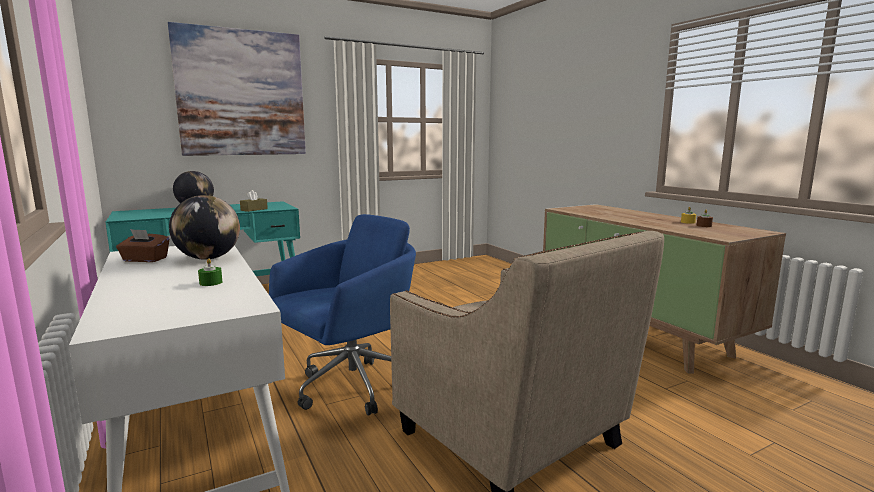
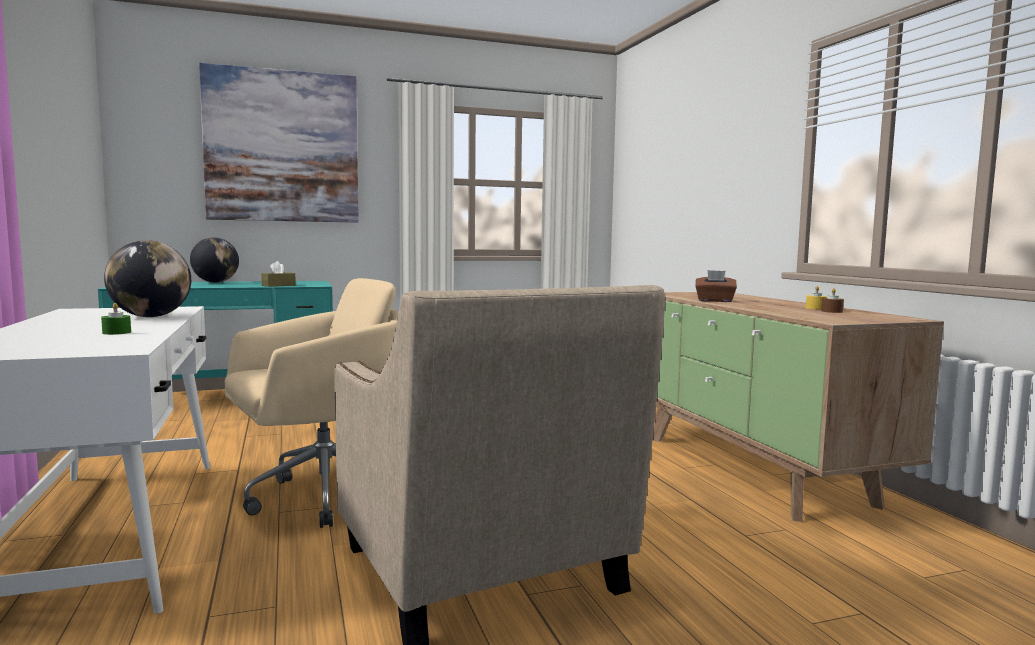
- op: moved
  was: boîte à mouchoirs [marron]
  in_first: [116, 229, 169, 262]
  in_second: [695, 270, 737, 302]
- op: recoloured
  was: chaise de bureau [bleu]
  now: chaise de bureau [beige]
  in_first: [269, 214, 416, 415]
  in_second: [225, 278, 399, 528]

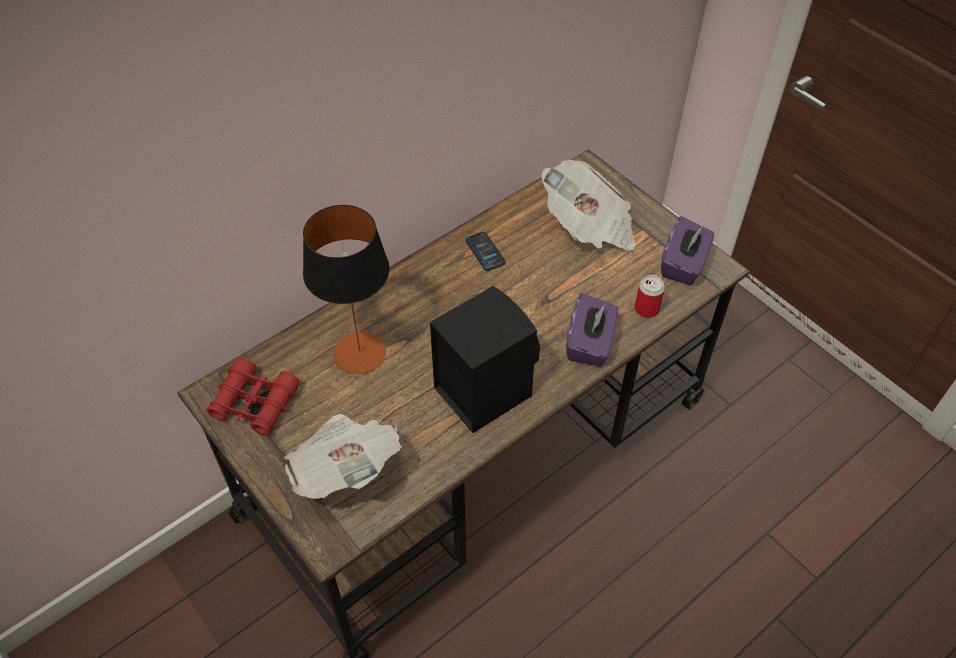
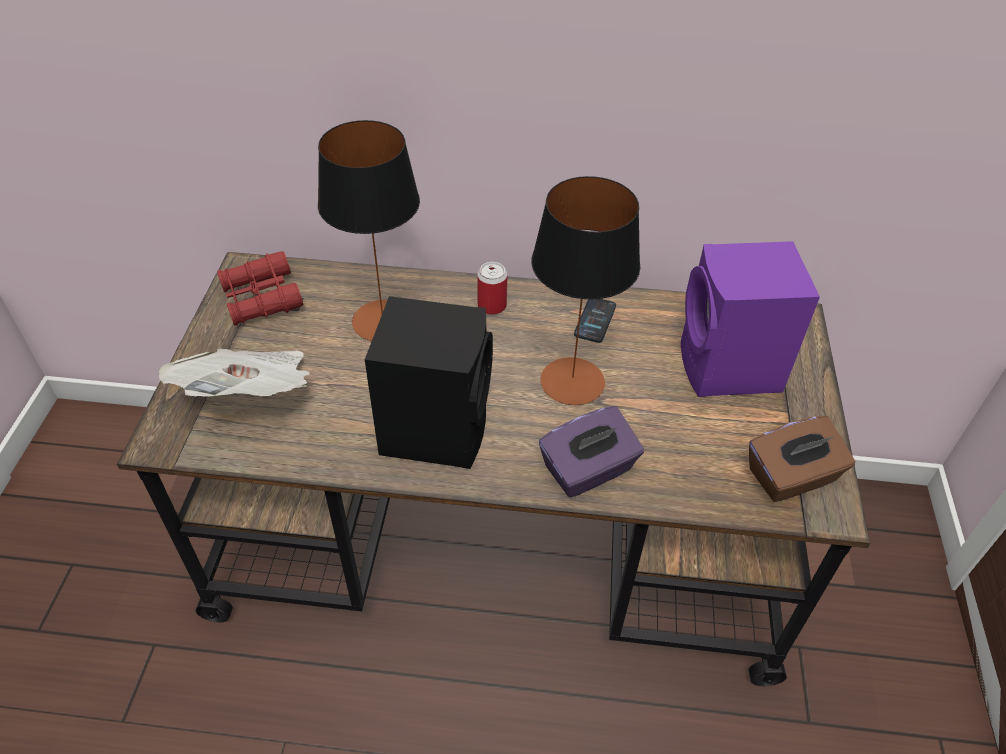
- op: added
  now: lampe de table
  in_second: [531, 176, 640, 405]
- op: moved
  was: boîte métallique
  in_first: [635, 275, 665, 318]
  in_second: [477, 262, 507, 315]
- op: replaced
  was: journal
  now: enceinte [violet]
  in_first: [541, 160, 635, 251]
  in_second: [681, 241, 820, 397]
- op: recoloured
  was: boîte à mouchoirs [violet]
  now: boîte à mouchoirs [marron]
  in_first: [661, 216, 714, 285]
  in_second: [749, 416, 855, 502]

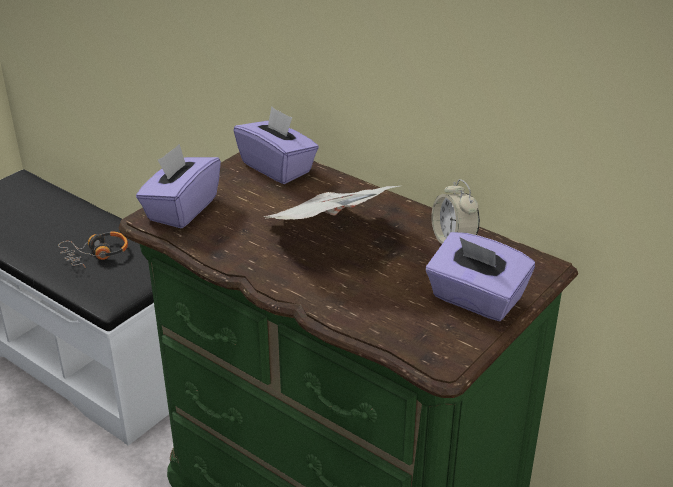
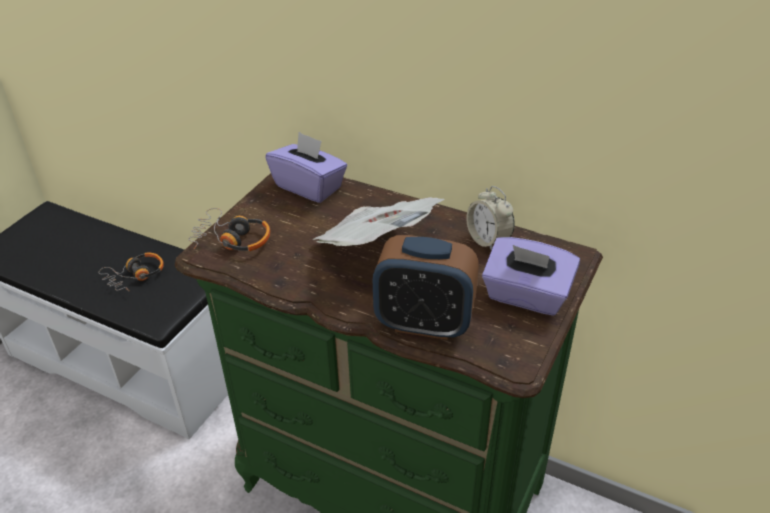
- op: added
  now: réveil
  in_second: [373, 235, 479, 340]
- op: replaced
  was: boîte à mouchoirs [violet]
  now: casque audio
  in_first: [136, 144, 221, 228]
  in_second: [189, 208, 270, 251]

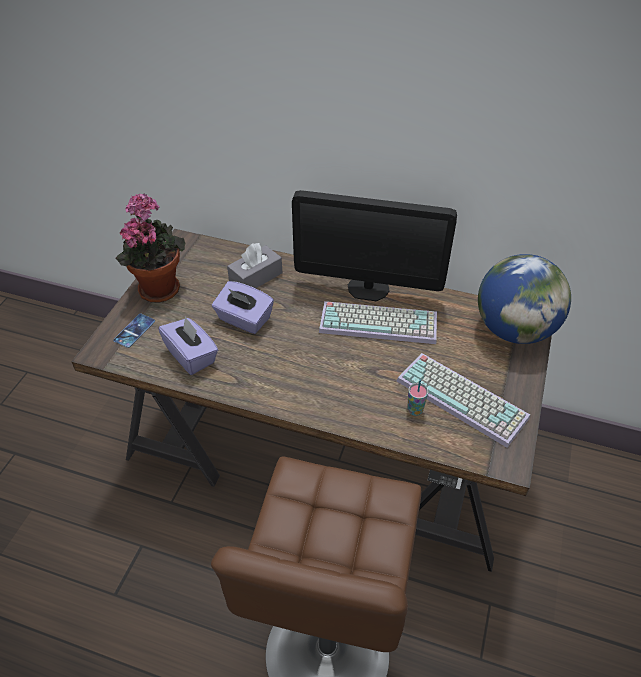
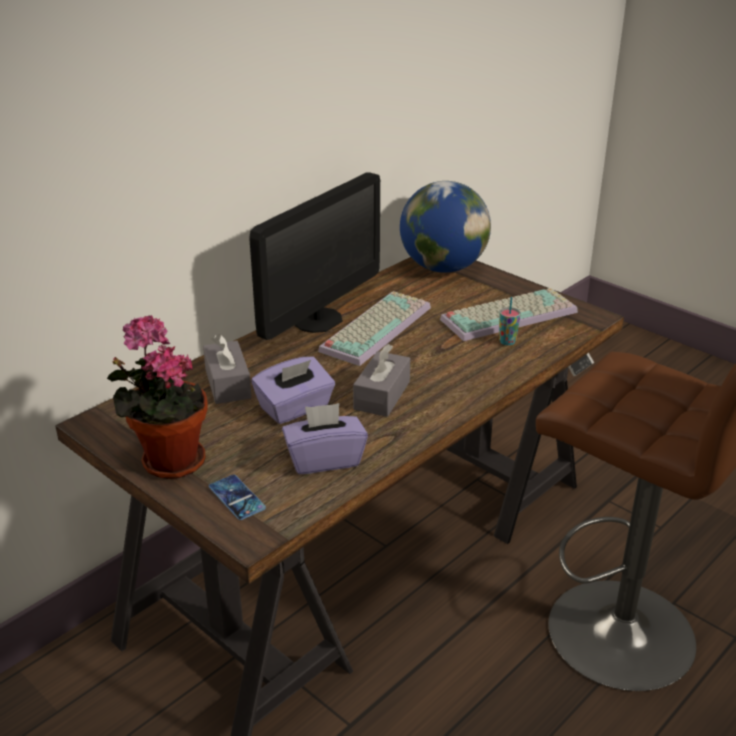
- op: added
  now: boîte à mouchoirs [gris]
  in_second: [353, 344, 410, 417]

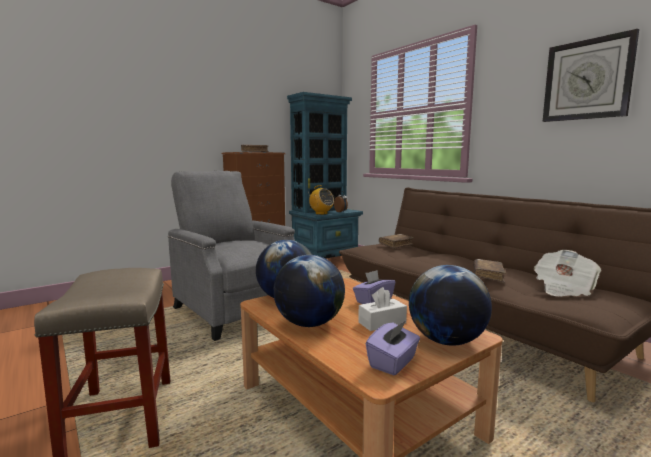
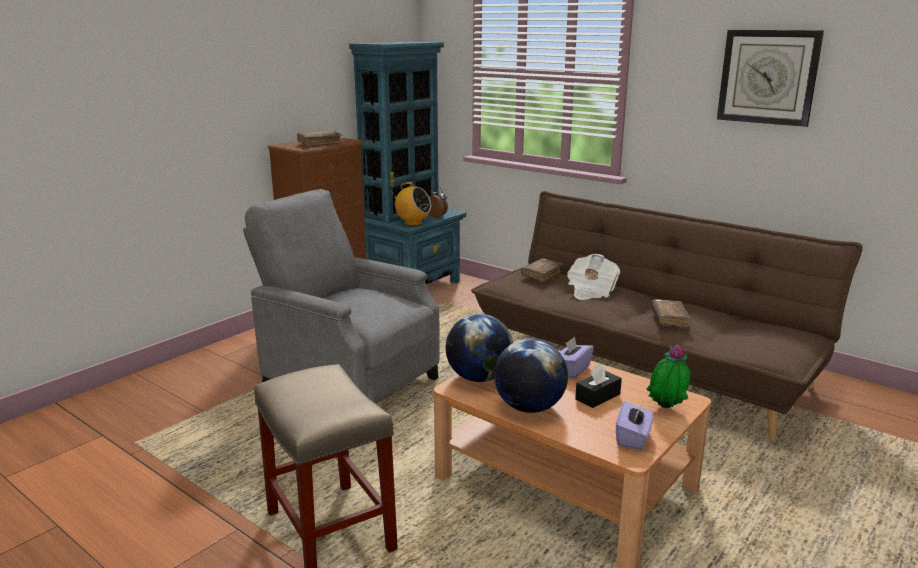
- op: moved
  was: journal
  in_first: [534, 250, 601, 296]
  in_second: [567, 254, 620, 300]
- op: replaced
  was: globe
  now: plante en pot
  in_first: [409, 265, 492, 346]
  in_second: [646, 344, 690, 408]
- op: recoloured
  was: boîte à mouchoirs [blanc]
  now: boîte à mouchoirs [noir]
  in_first: [358, 287, 407, 331]
  in_second: [575, 363, 622, 408]

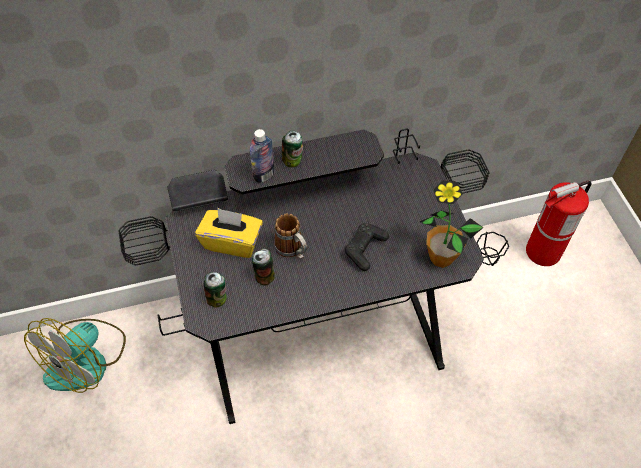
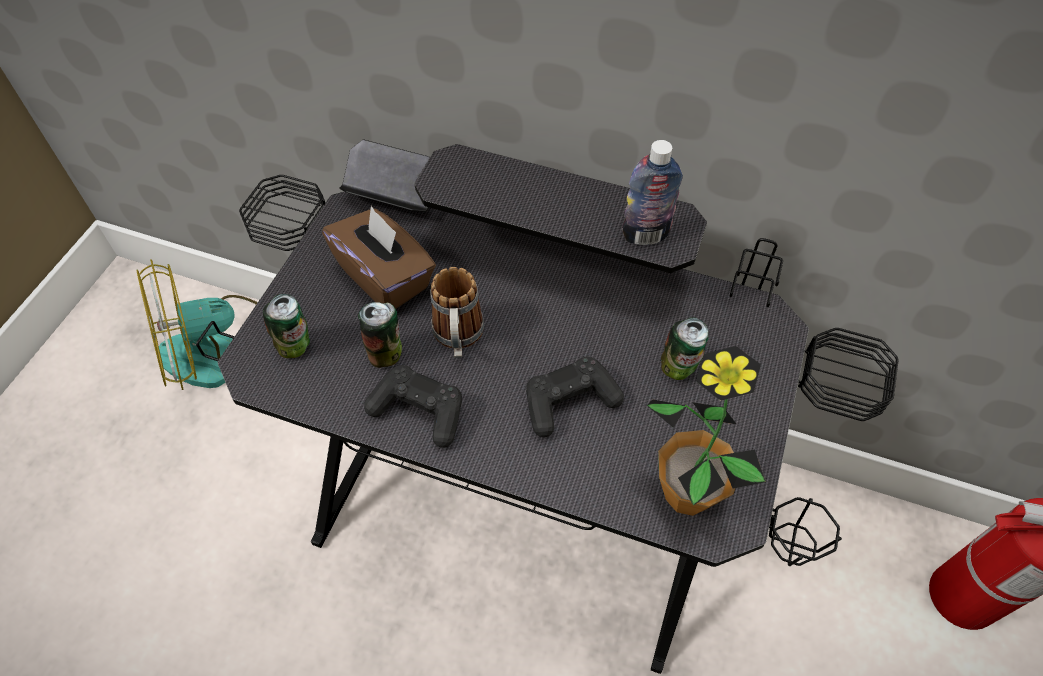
- op: added
  now: manette [noir]
  in_second: [364, 365, 462, 448]
- op: moved
  was: bouteille
  in_first: [250, 129, 275, 183]
  in_second: [622, 140, 683, 245]
- op: moved
  was: boîte métallique
  in_first: [282, 131, 303, 167]
  in_second: [661, 317, 708, 380]
- op: recoloured
  was: boîte à mouchoirs [jaune]
  now: boîte à mouchoirs [marron]
  in_first: [195, 208, 263, 258]
  in_second: [322, 206, 436, 309]

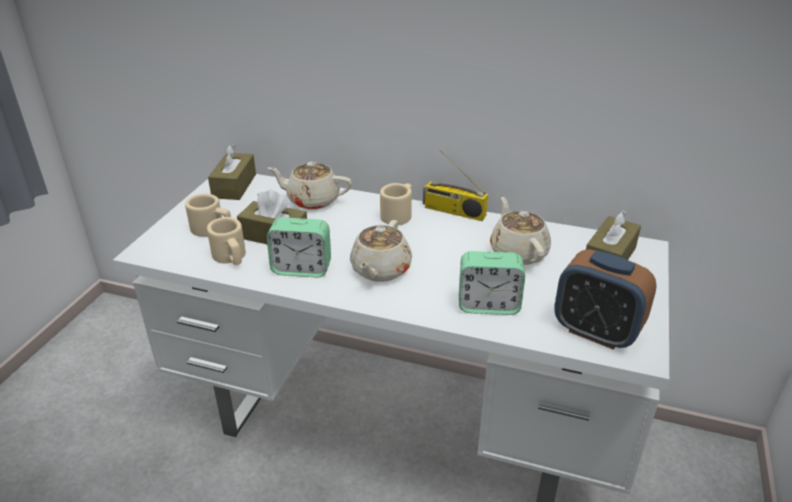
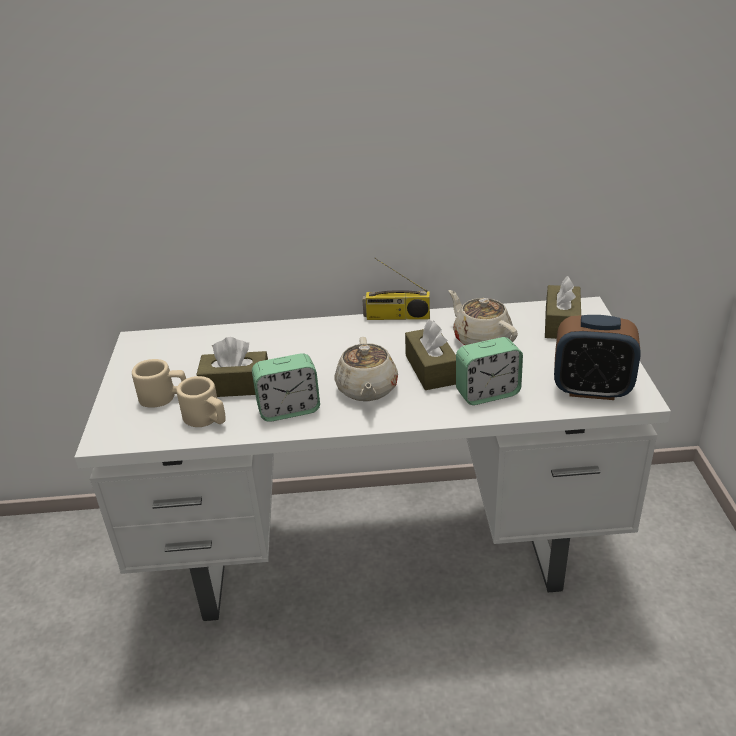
- op: removed
  was: théière [beige]
  in_first: [268, 162, 352, 209]
- op: removed
  was: mug [beige]
  in_first: [380, 183, 412, 225]
- op: moved
  was: boîte à mouchoirs [marron]
  in_first: [208, 143, 256, 200]
  in_second: [405, 320, 456, 390]

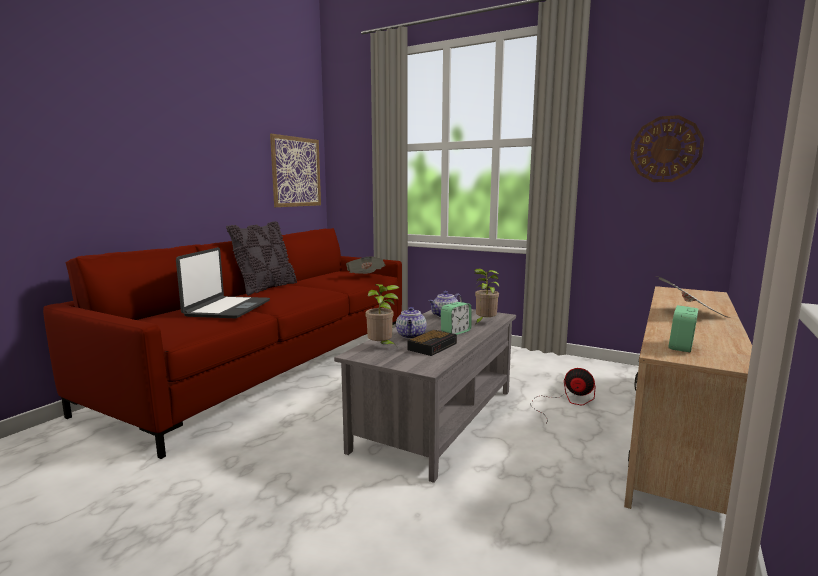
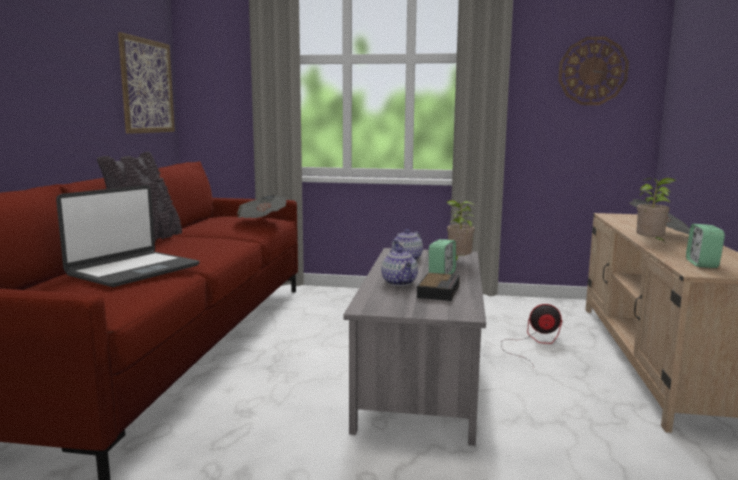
- op: moved
  was: plante en pot
  in_first: [365, 284, 399, 348]
  in_second: [637, 178, 676, 242]
- op: turned
  was: ordinateur portable
  in_first: [176, 247, 270, 318]
  in_second: [56, 185, 200, 287]
  clockwise: 45

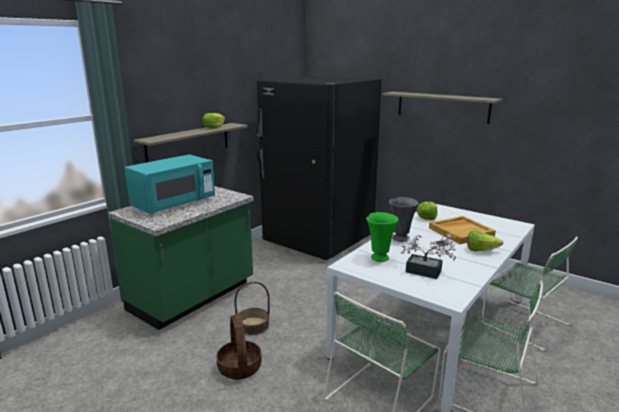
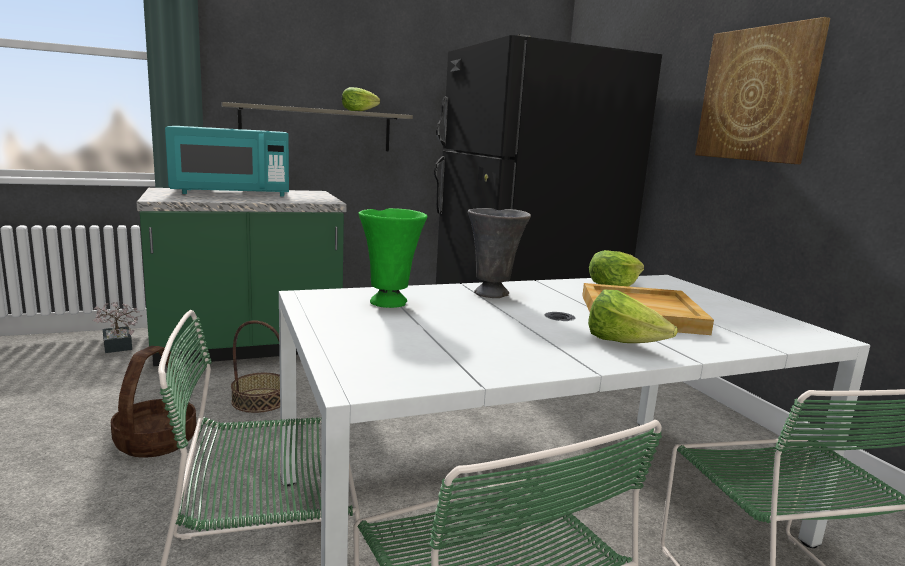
- op: moved
  was: plante en pot
  in_first: [401, 233, 456, 279]
  in_second: [93, 302, 142, 353]
- op: replaced
  was: étagère
  now: tableau
  in_first: [382, 92, 503, 124]
  in_second: [695, 17, 830, 164]

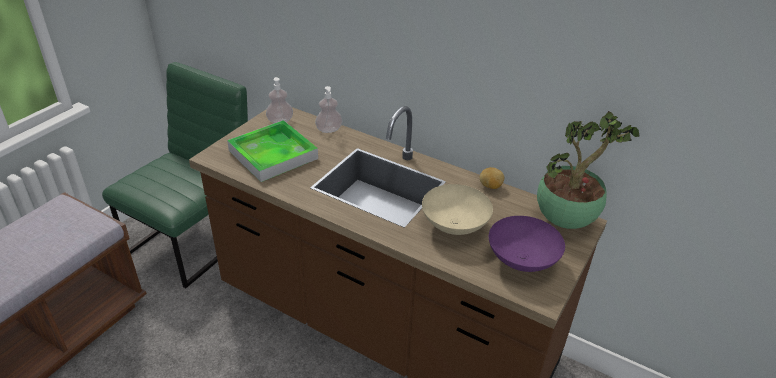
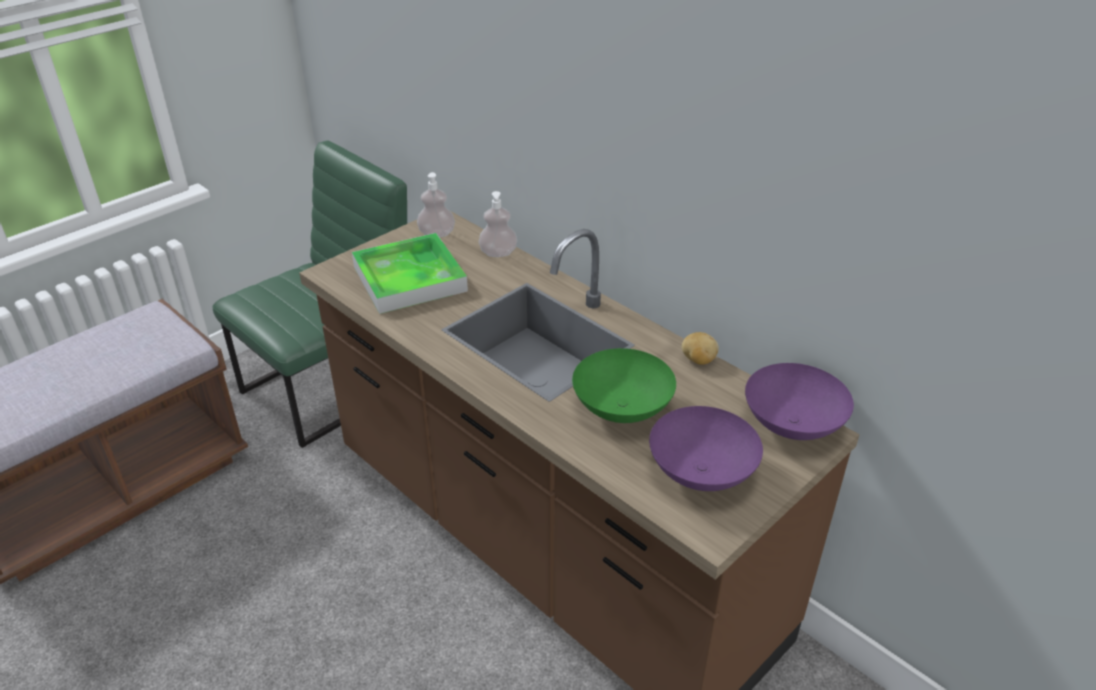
- op: replaced
  was: plante en pot
  now: bol [violet]
  in_first: [537, 111, 640, 229]
  in_second: [745, 363, 854, 440]
- op: recoloured
  was: bol [beige]
  now: bol [vert]
  in_first: [422, 184, 493, 235]
  in_second: [572, 348, 676, 423]

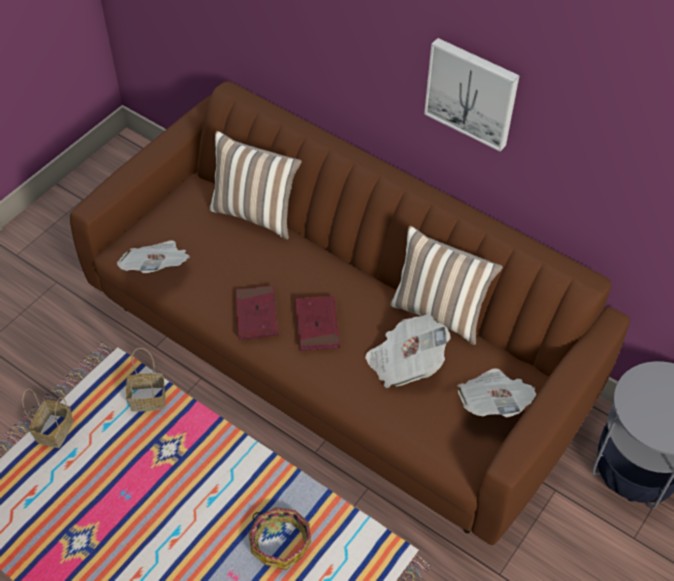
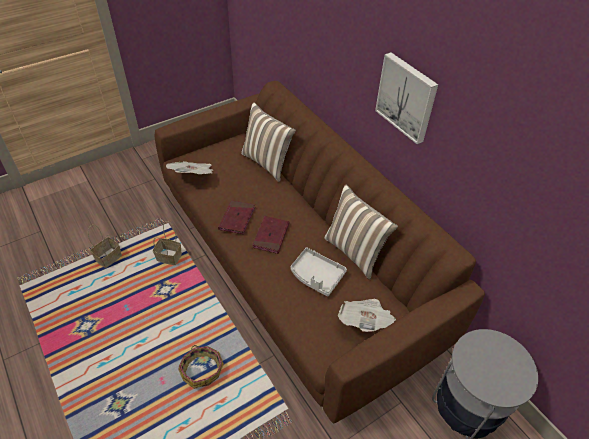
- op: replaced
  was: journal
  now: plateau [gris]
  in_first: [365, 314, 451, 388]
  in_second: [290, 247, 347, 297]

